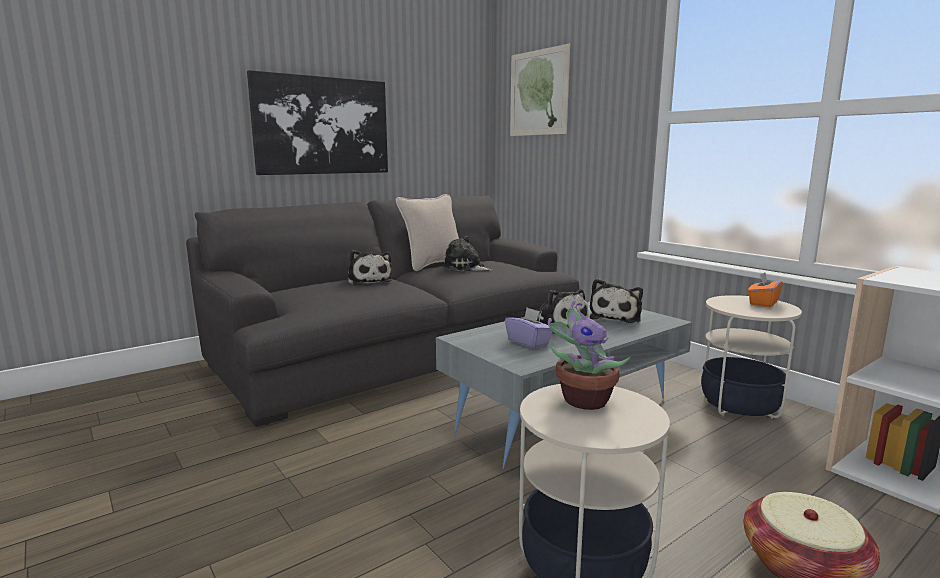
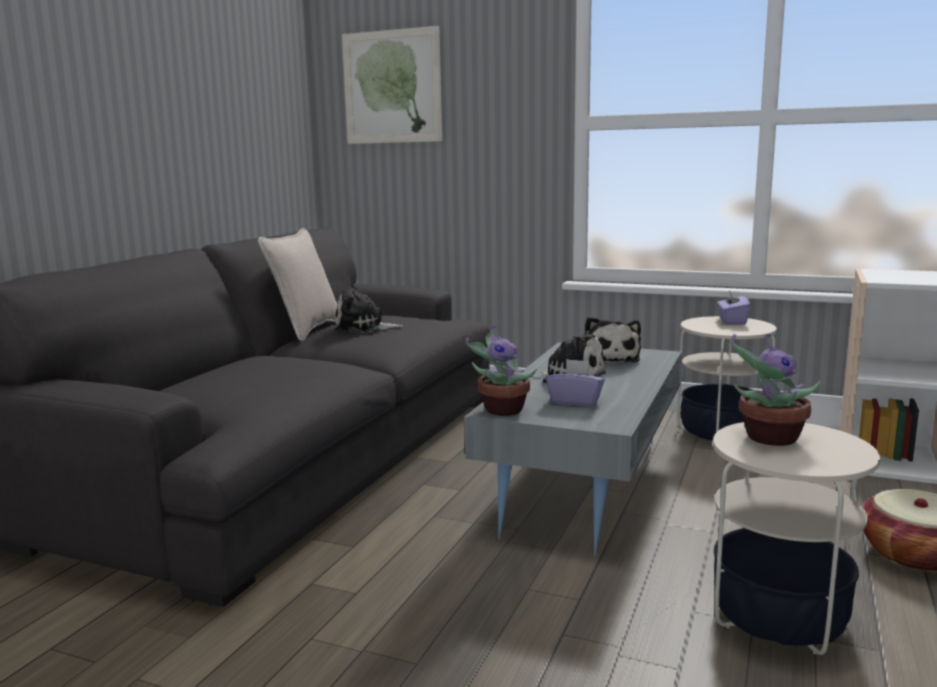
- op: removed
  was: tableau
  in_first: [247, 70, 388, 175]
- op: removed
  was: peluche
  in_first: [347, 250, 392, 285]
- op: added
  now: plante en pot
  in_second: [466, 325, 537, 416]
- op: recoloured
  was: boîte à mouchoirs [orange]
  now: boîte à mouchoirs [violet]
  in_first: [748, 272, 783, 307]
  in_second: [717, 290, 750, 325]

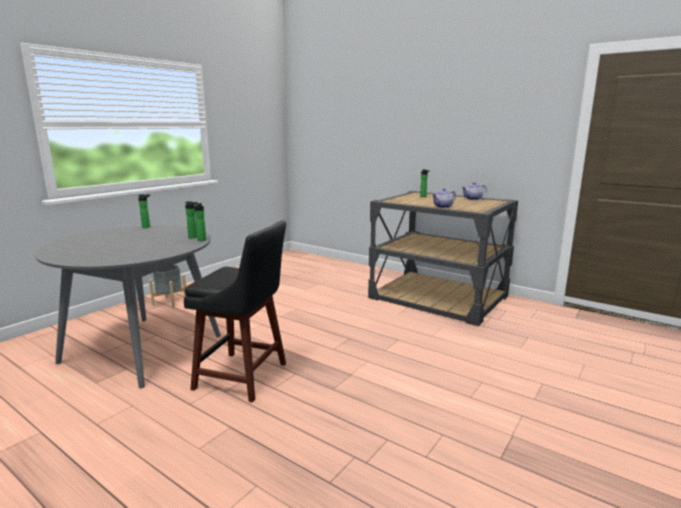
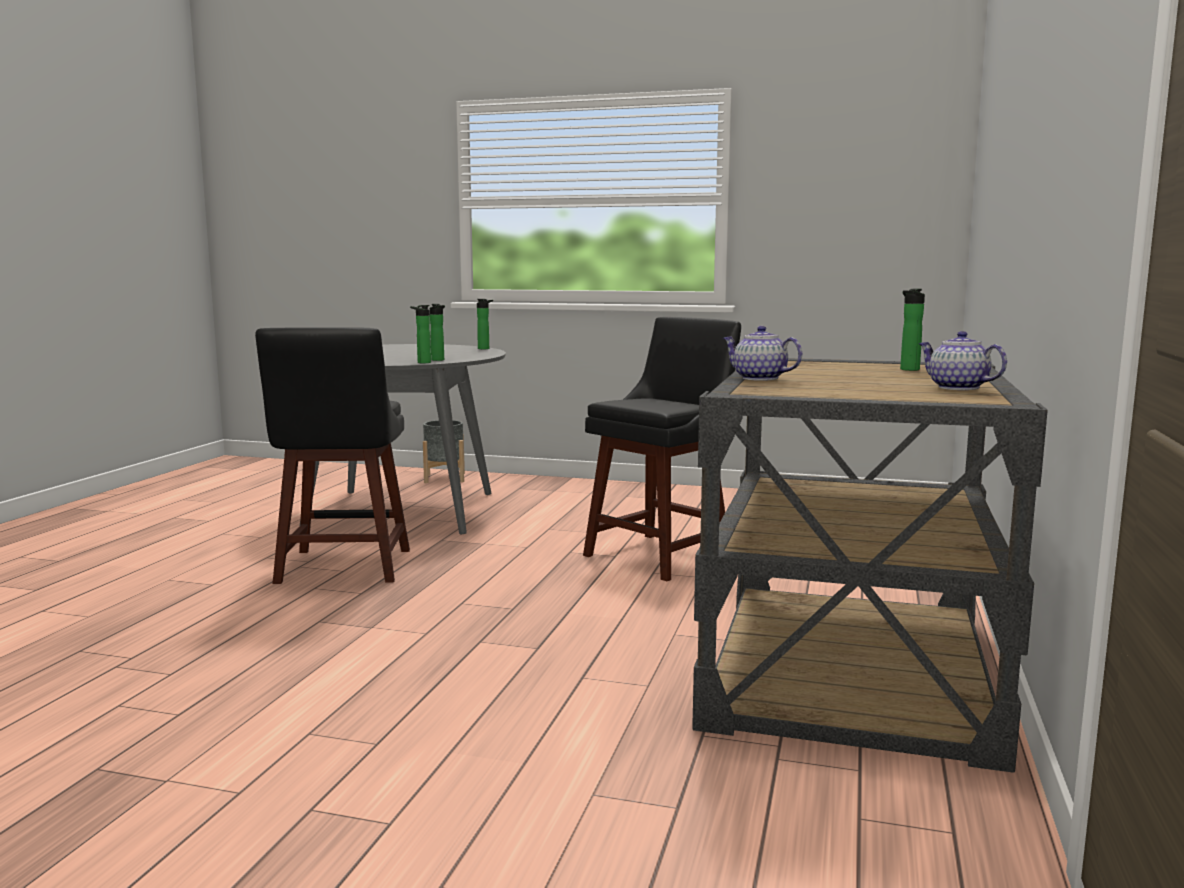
- op: added
  now: chaise [noir]
  in_second: [583, 317, 741, 581]
- op: moved
  was: cache-pot [gris]
  in_first: [149, 265, 186, 308]
  in_second: [423, 420, 465, 483]

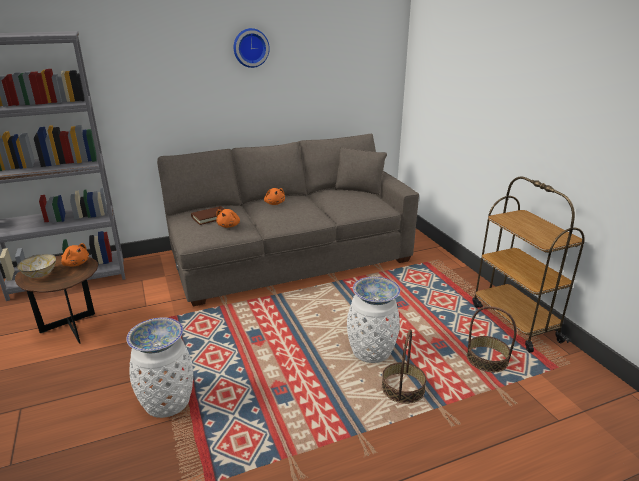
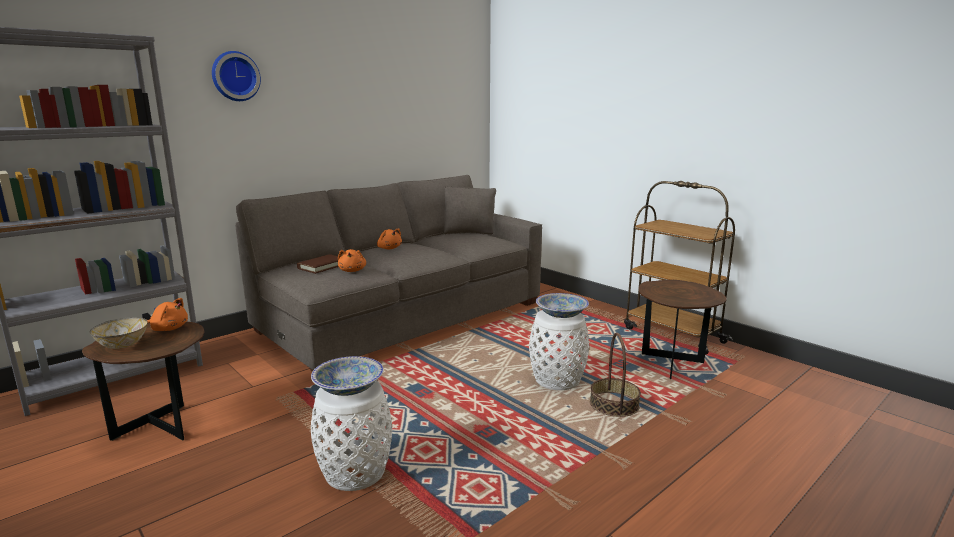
- op: moved
  was: horloge murale
  in_first: [234, 28, 270, 68]
  in_second: [212, 51, 261, 101]
- op: replaced
  was: panier
  now: table d'appoint [marron]
  in_first: [467, 306, 517, 372]
  in_second: [638, 280, 727, 379]

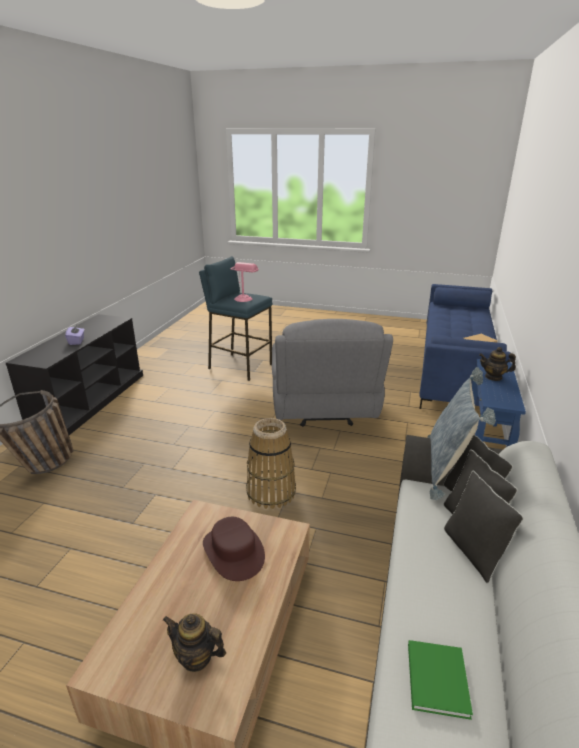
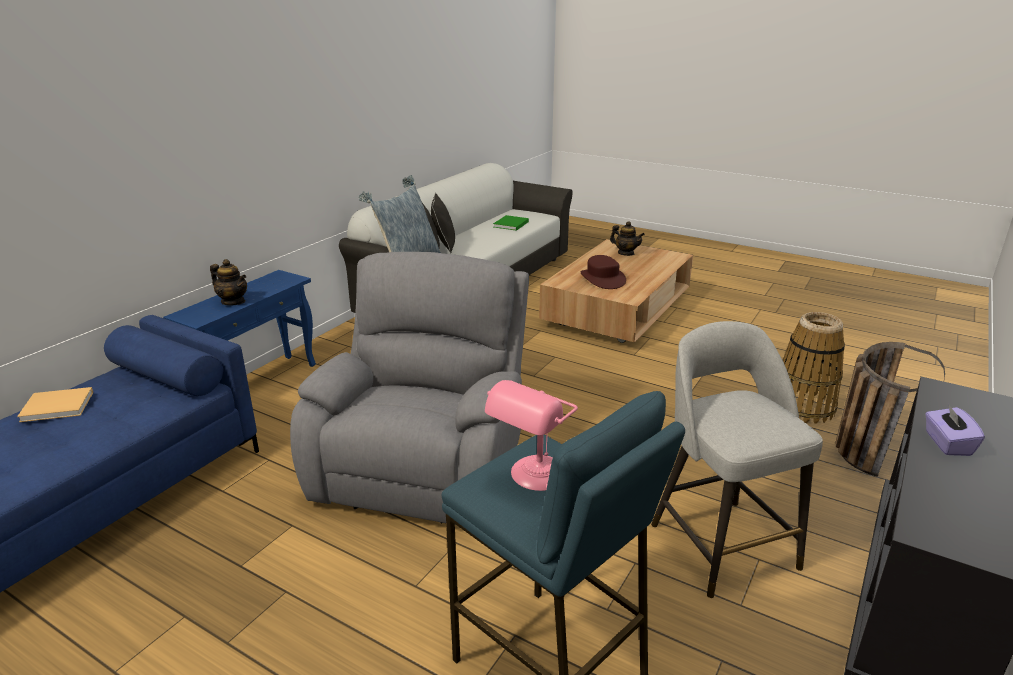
- op: added
  now: tabouret [gris]
  in_second: [651, 321, 823, 598]
- op: moved
  was: panier
  in_first: [246, 418, 296, 509]
  in_second: [782, 312, 845, 424]

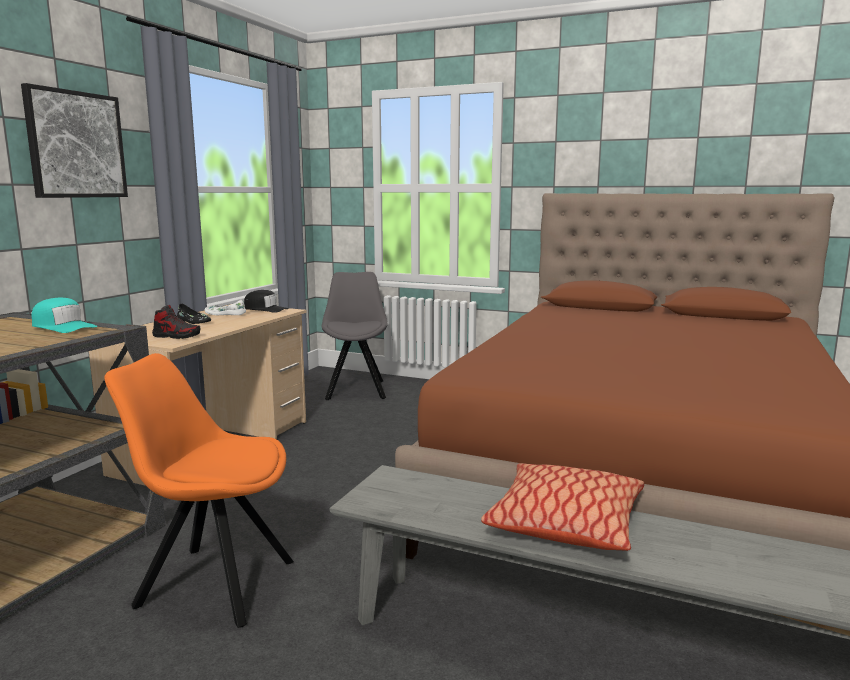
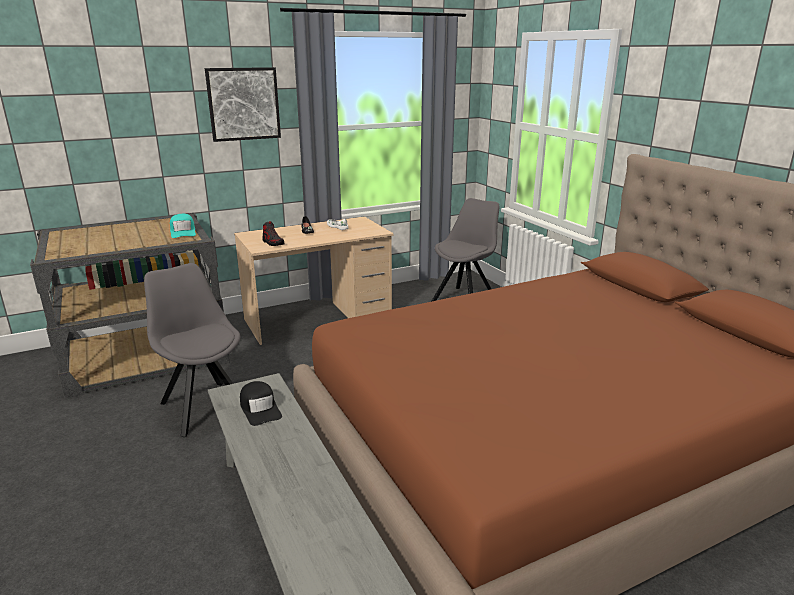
- op: removed
  was: coussin
  in_first: [481, 463, 644, 551]
- op: moved
  was: casquette [noir]
  in_first: [244, 290, 289, 313]
  in_second: [240, 381, 282, 426]
- op: recoloured
  was: chaise [orange]
  now: chaise [gris]
  in_first: [104, 353, 294, 628]
  in_second: [144, 263, 240, 437]

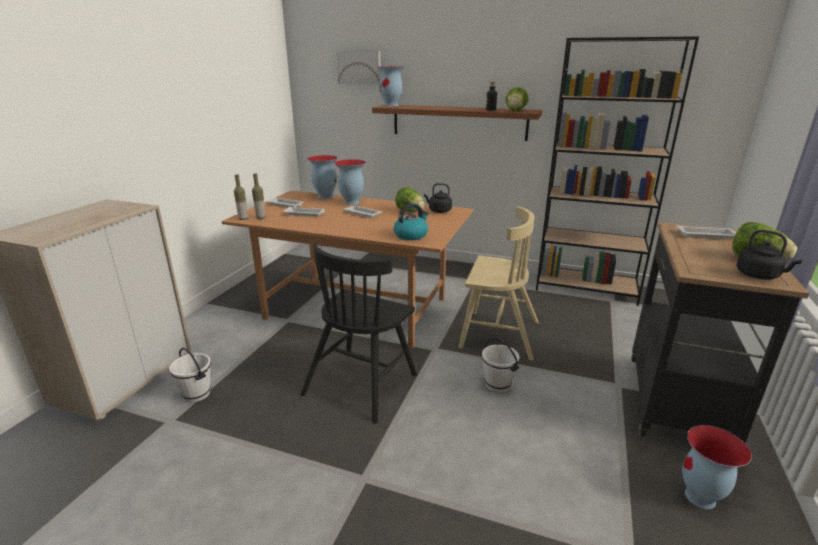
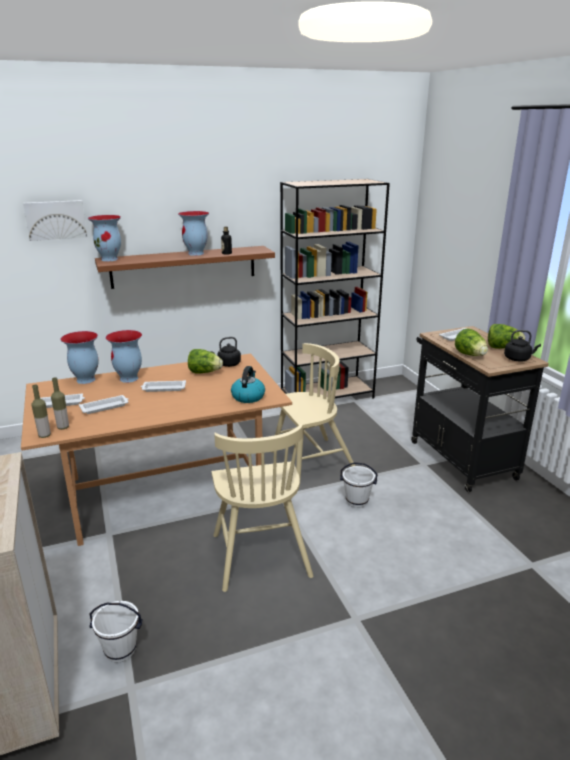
- op: moved
  was: laitue
  in_first: [506, 87, 528, 111]
  in_second: [455, 328, 488, 356]
- op: moved
  was: vase
  in_first: [682, 425, 752, 509]
  in_second: [178, 211, 209, 256]
- op: recoloured
  was: chaise [noir]
  now: chaise [beige]
  in_first: [300, 243, 417, 424]
  in_second: [211, 424, 313, 592]

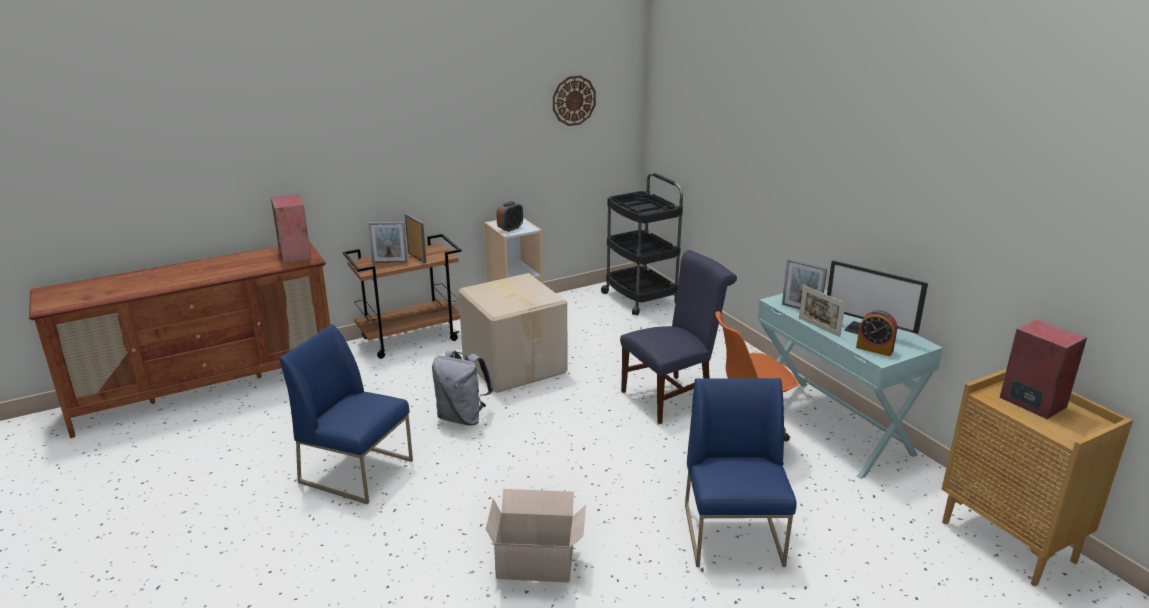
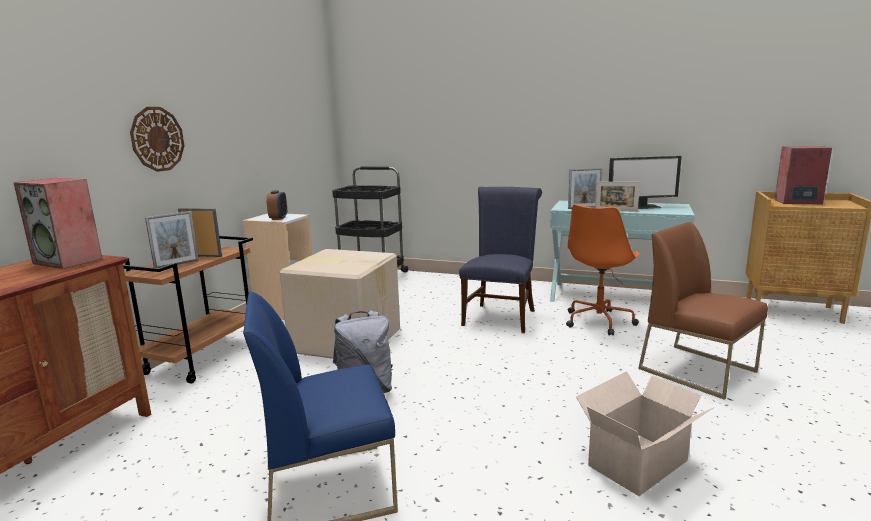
- op: removed
  was: réveil
  in_first: [856, 310, 897, 356]
- op: moved
  was: horloge murale
  in_first: [553, 76, 596, 126]
  in_second: [130, 107, 184, 172]
- op: recoloured
  was: chaise [bleu]
  now: chaise [marron]
  in_first: [685, 378, 797, 567]
  in_second: [638, 222, 768, 400]

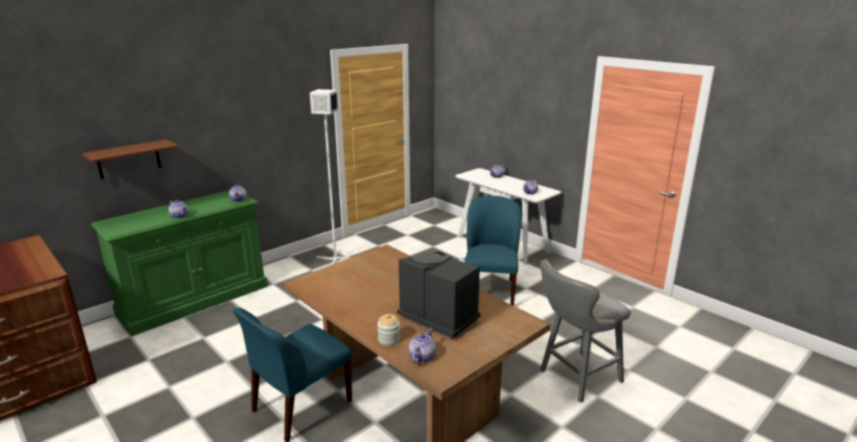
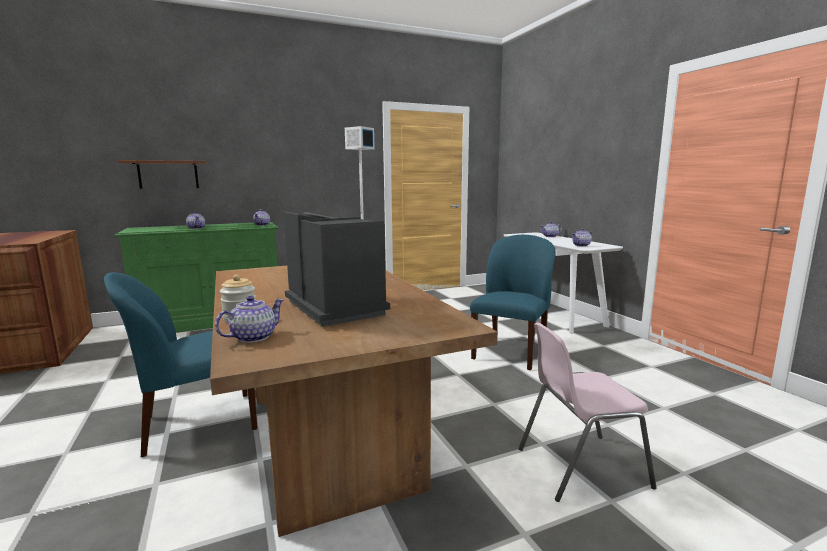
- op: replaced
  was: tabouret [gris]
  now: chaise [rose]
  in_first: [540, 259, 631, 403]
  in_second: [519, 323, 657, 502]

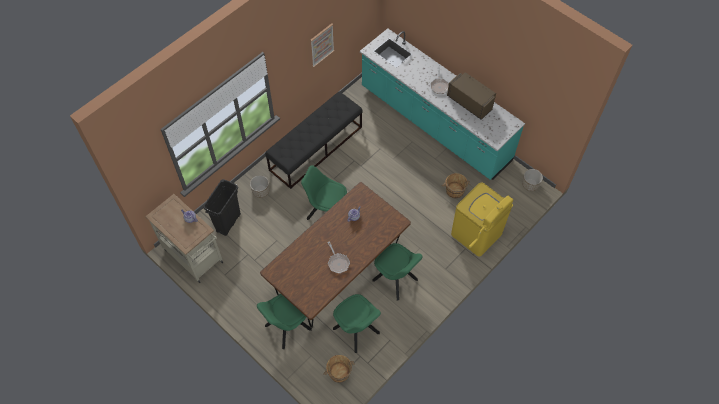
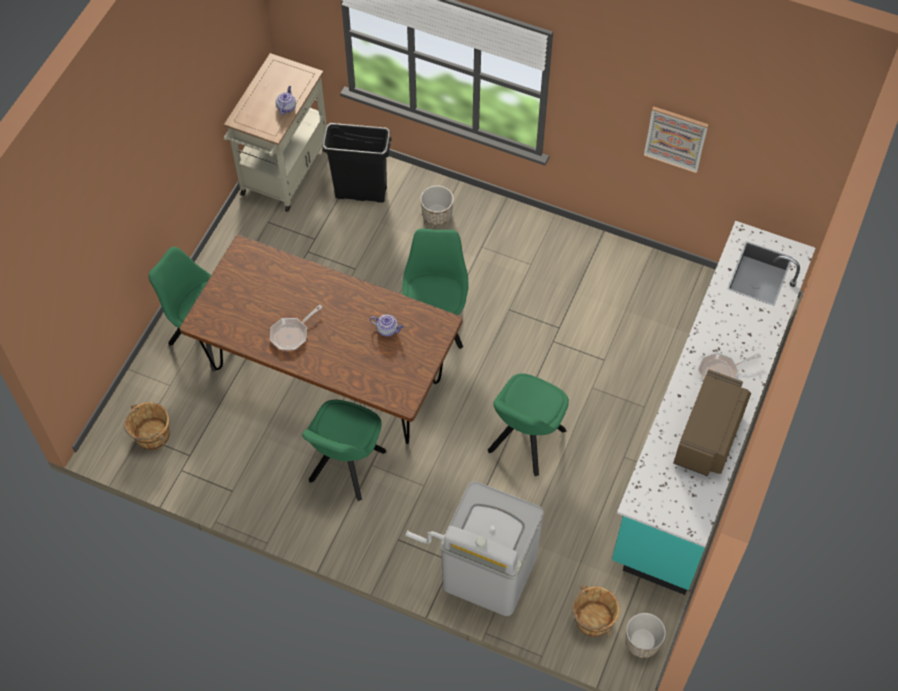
- op: removed
  was: banc [noir]
  in_first: [265, 91, 363, 189]
- op: moved
  was: chaise [vert]
  in_first: [333, 294, 381, 353]
  in_second: [488, 373, 569, 476]
- op: moved
  was: seau [marron]
  in_first: [442, 173, 470, 198]
  in_second: [572, 585, 620, 638]
- op: recoloured
  was: lave-linge [jaune]
  now: lave-linge [gris]
  in_first: [451, 183, 513, 256]
  in_second: [405, 482, 544, 616]

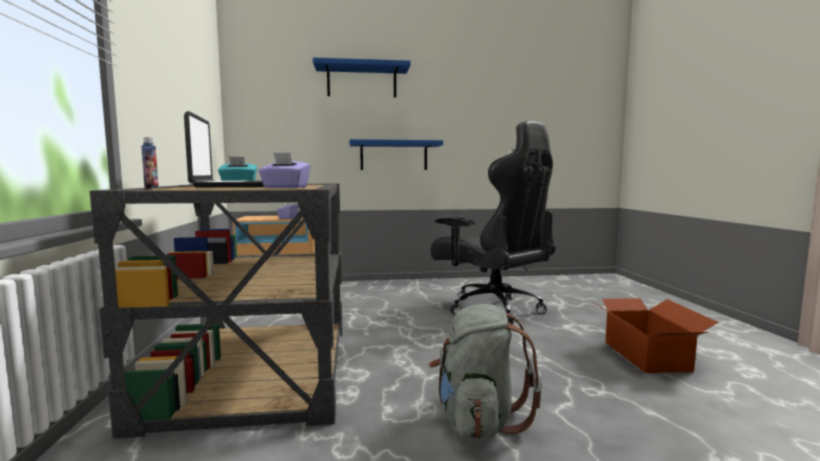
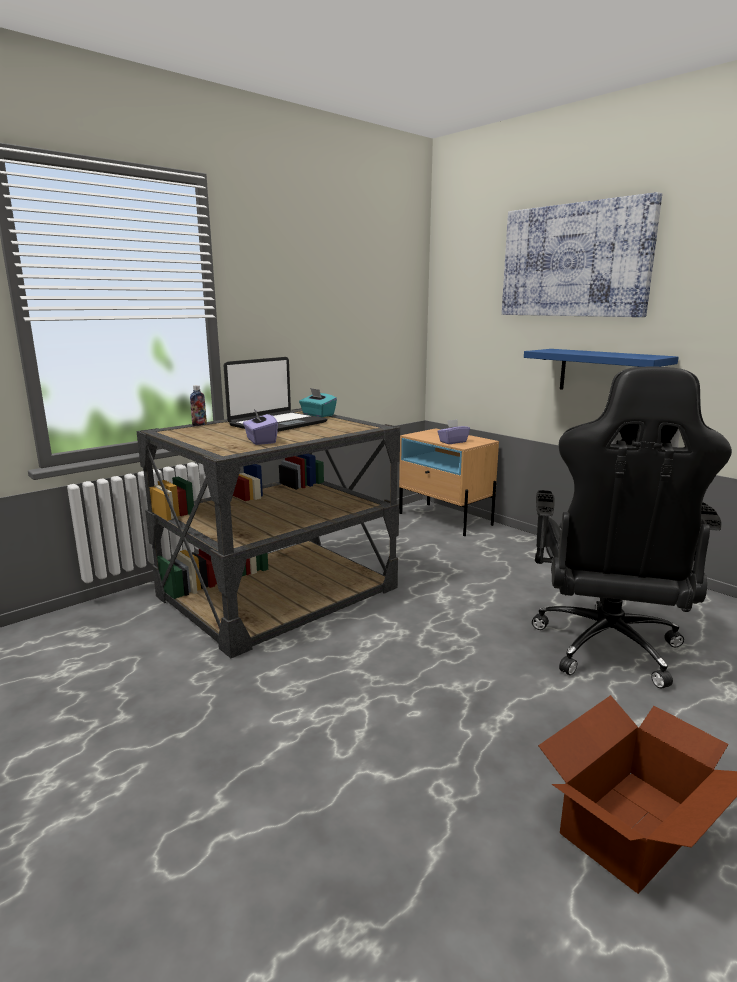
- op: removed
  was: sac à dos [gris]
  in_first: [429, 304, 542, 439]
- op: replaced
  was: étagère [bleu]
  now: tableau
  in_first: [313, 57, 411, 98]
  in_second: [502, 192, 662, 317]

